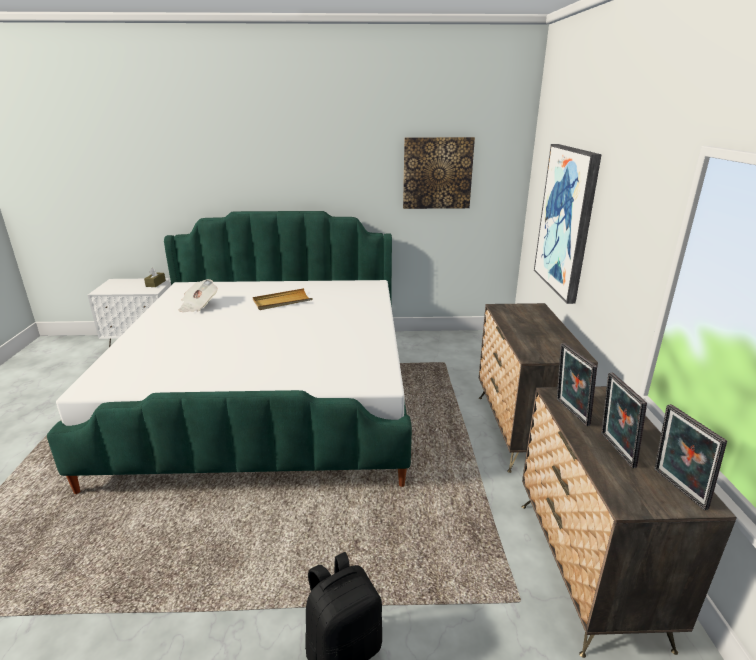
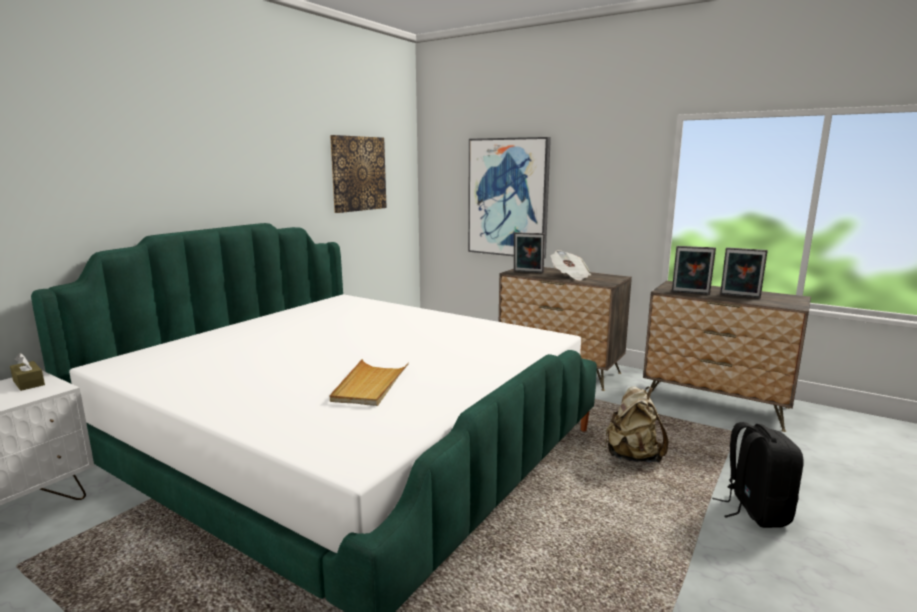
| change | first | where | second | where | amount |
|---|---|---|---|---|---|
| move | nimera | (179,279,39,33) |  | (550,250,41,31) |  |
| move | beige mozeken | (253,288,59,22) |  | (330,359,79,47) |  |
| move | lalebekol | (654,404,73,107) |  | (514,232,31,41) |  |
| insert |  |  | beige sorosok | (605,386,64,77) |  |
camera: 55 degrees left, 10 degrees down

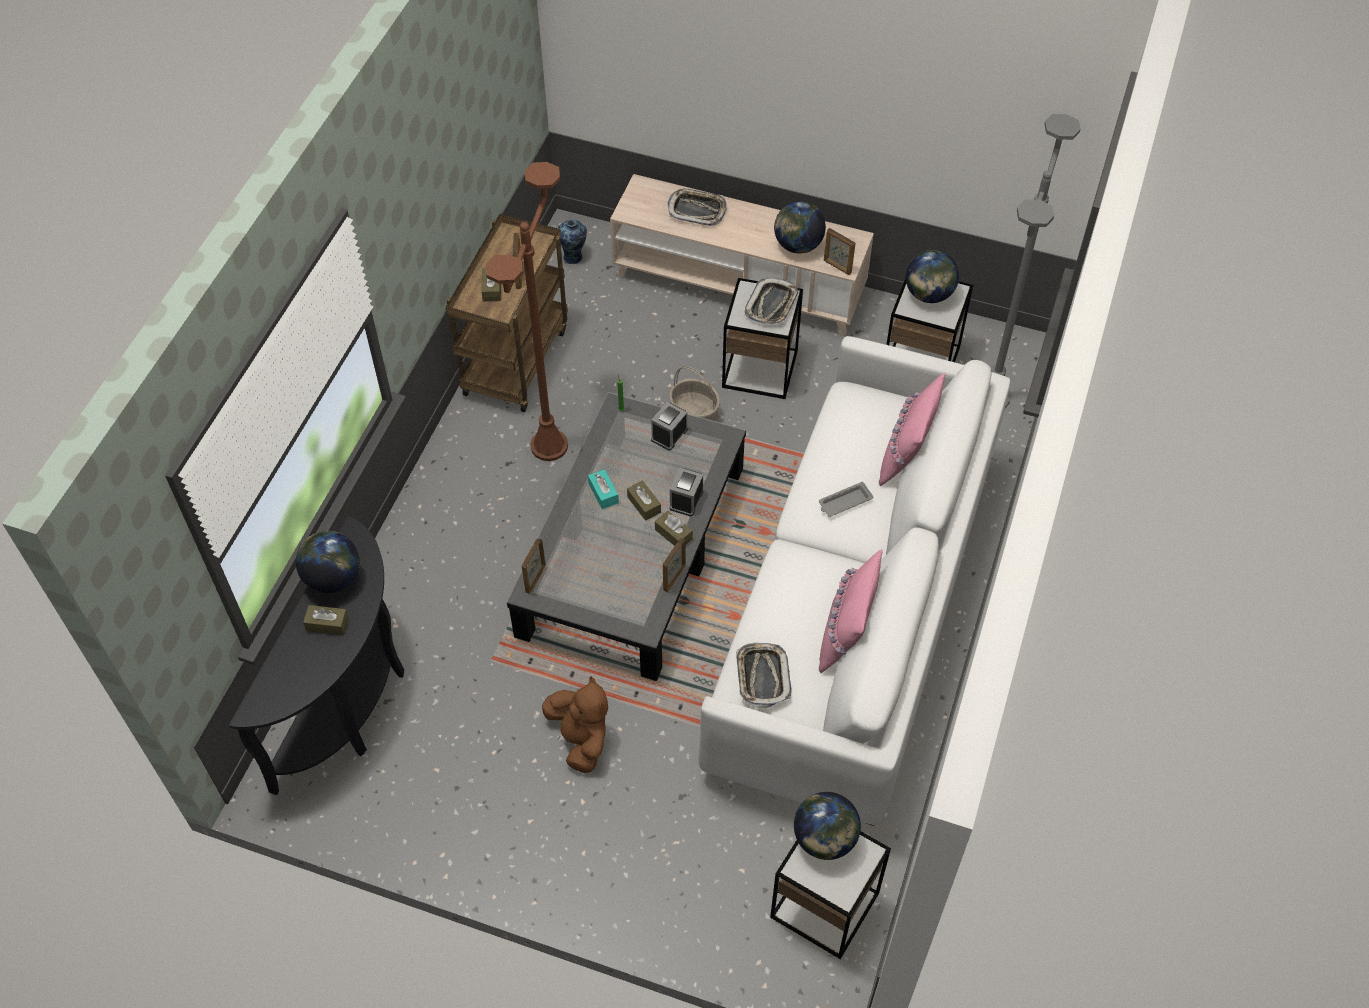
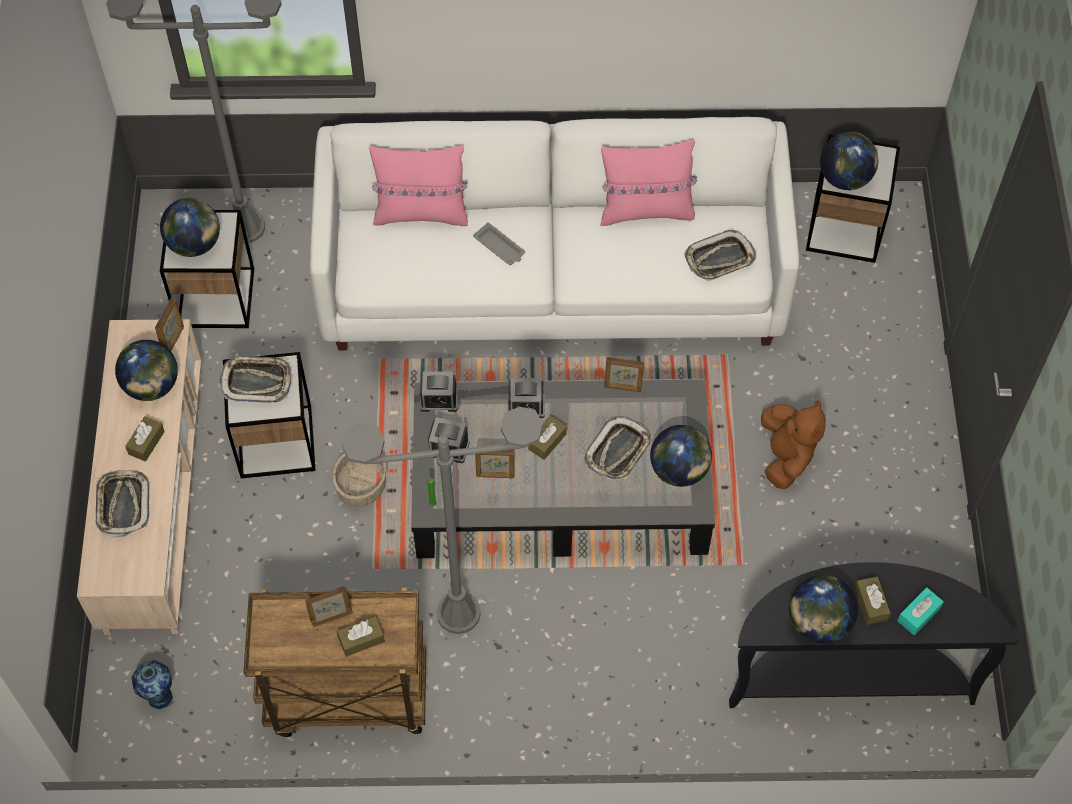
| change | first | where | second | where | amount |
|---|---|---|---|---|---|
| recolor | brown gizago | (486,162,82,299) | grey gizago | (342,407,201,227) |  |
| move | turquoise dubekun | (588,469,31,40) |  | (897,587,47,48) |  |
| move | brown dubekun | (655,511,38,35) |  | (125,416,40,46) |  |
| move | lalebekol | (522,538,24,56) |  | (475,450,40,28) |  |
| rotate | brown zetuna | (542,676,66,97) |  | (761,400,65,89) | 135 degrees clockwise |
| insert |  |  | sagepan | (420,372,38,40) |  |
| insert |  |  | mozeken | (585,417,66,63) |  |
| insert |  |  | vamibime | (650,425,62,62) |  |
camera: 110 degrees left, 5 degrees up

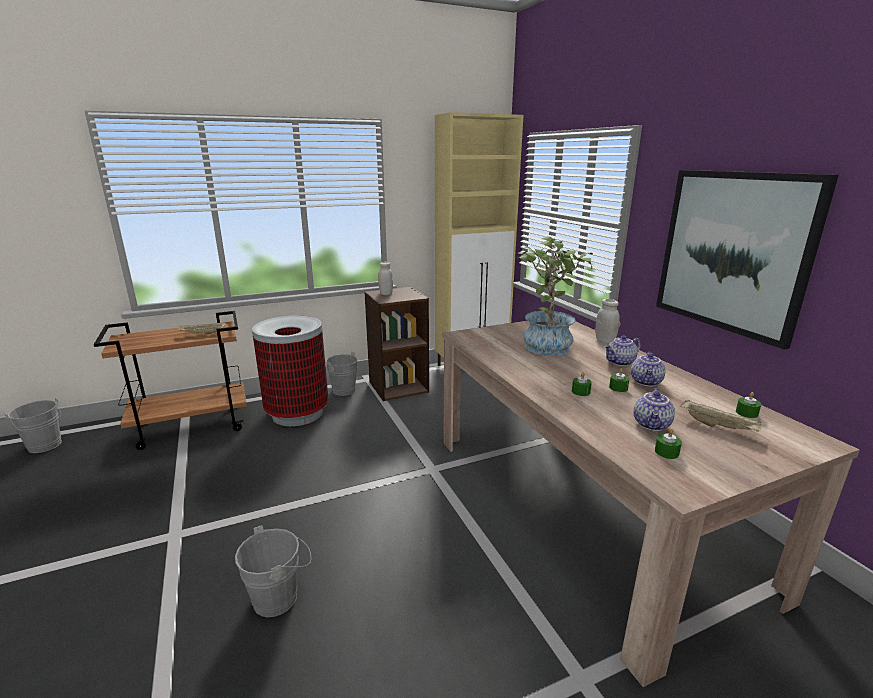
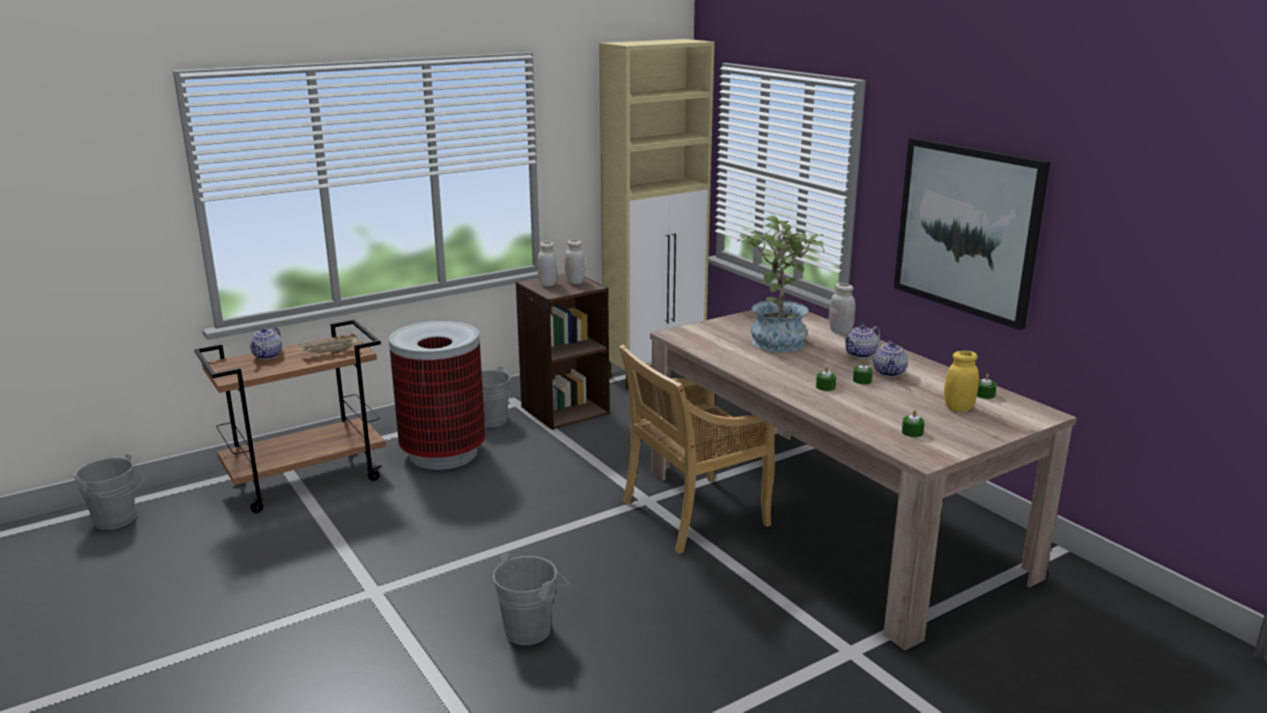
| change | first | where | second | where | amount |
|---|---|---|---|---|---|
| move | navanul | (634,388,41,43) |  | (249,327,33,33) |  |
| replace | beige mozeken | (680,400,81,32) | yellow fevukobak | (944,351,35,61) |  |
| insert |  |  | white fevukobak | (564,239,21,45) |  |
| insert |  |  | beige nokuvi | (619,345,156,209) |  |
camera: 10 degrees left, 0 degrees up

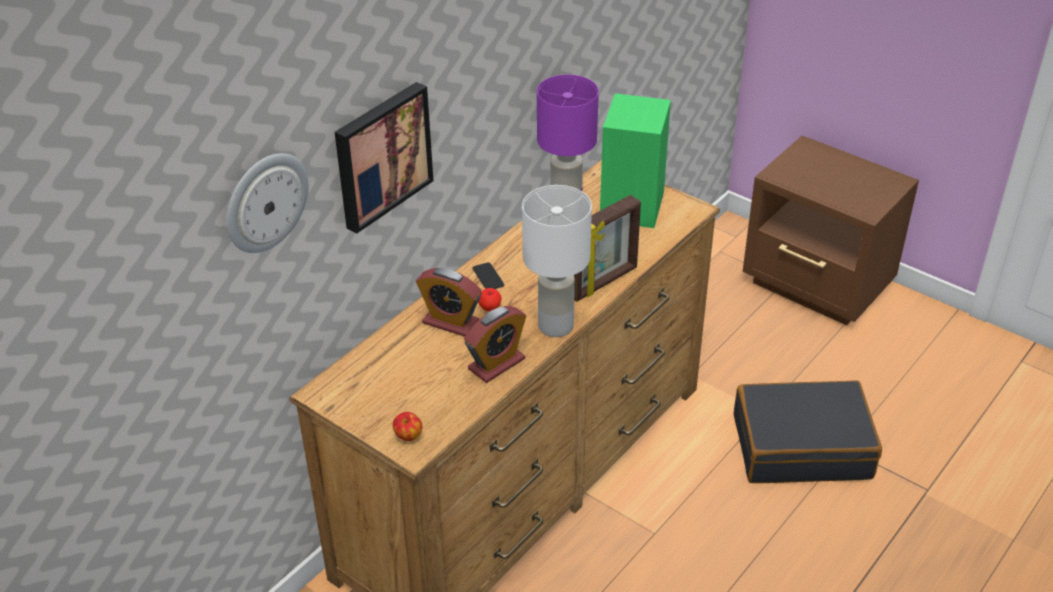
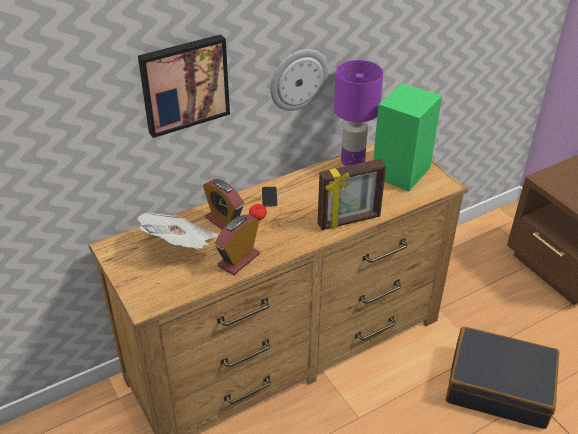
| change | first | where | second | where | amount |
|---|---|---|---|---|---|
| move | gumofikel | (227,153,81,100) |  | (270,49,58,62) |  |
| delete | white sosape | (522,185,70,152) |  |  |  |
| rotate | sagepan | (464,306,62,77) |  | (215,215,45,60) | 150 degrees clockwise |
| delete | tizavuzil | (393,412,29,29) |  |  |  |
| insert |  |  | nimera | (137,213,81,36) |  |
camera: 20 degrees right, 0 degrees up

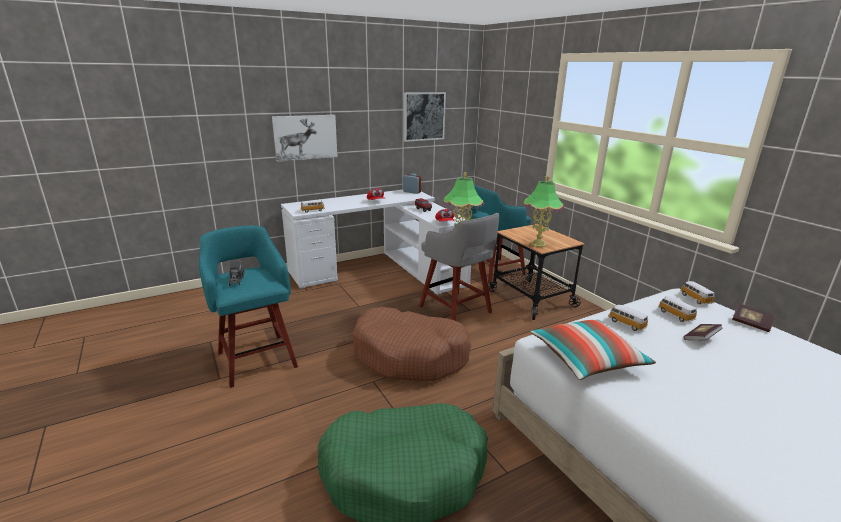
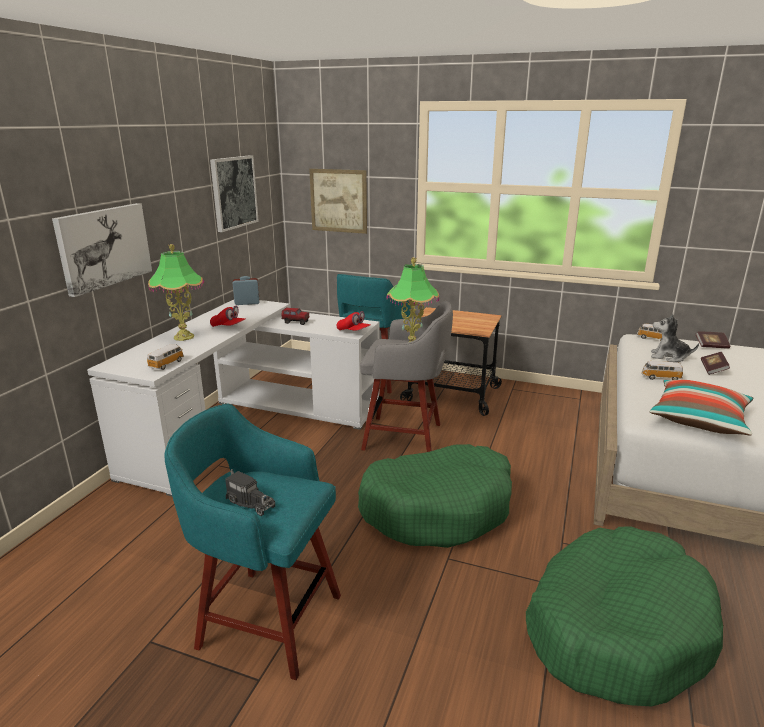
| change | first | where | second | where | amount |
|---|---|---|---|---|---|
| move | sosape | (523,176,41,71) |  | (148,244,56,97) |  |
| replace | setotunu | (658,296,39,26) | zetuna | (651,314,48,48) |  |
| recolor | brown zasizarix | (352,307,119,74) | green zasizarix | (358,444,154,104) |  |
| insert |  |  | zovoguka | (309,169,58,65) |  |
camera: 40 degrees left, 0 degrees up

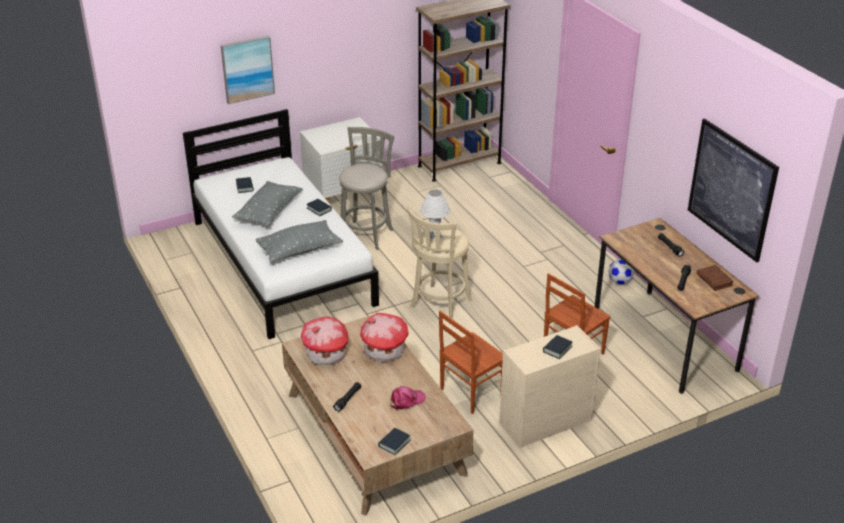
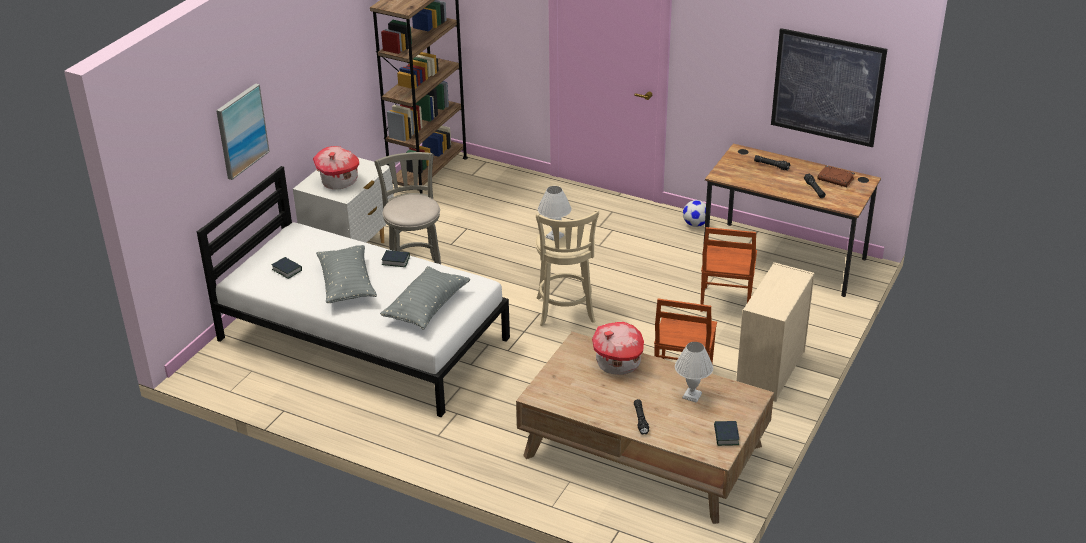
| change | first | where | second | where | amount |
|---|---|---|---|---|---|
| move | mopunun | (301,316,47,49) |  | (313,146,46,43) |  |
| delete | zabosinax | (543,335,30,24) |  |  |  |
| replace | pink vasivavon | (390,386,36,25) | white sosape | (675,342,38,61) |  |
camera: 35 degrees left, 0 degrees up

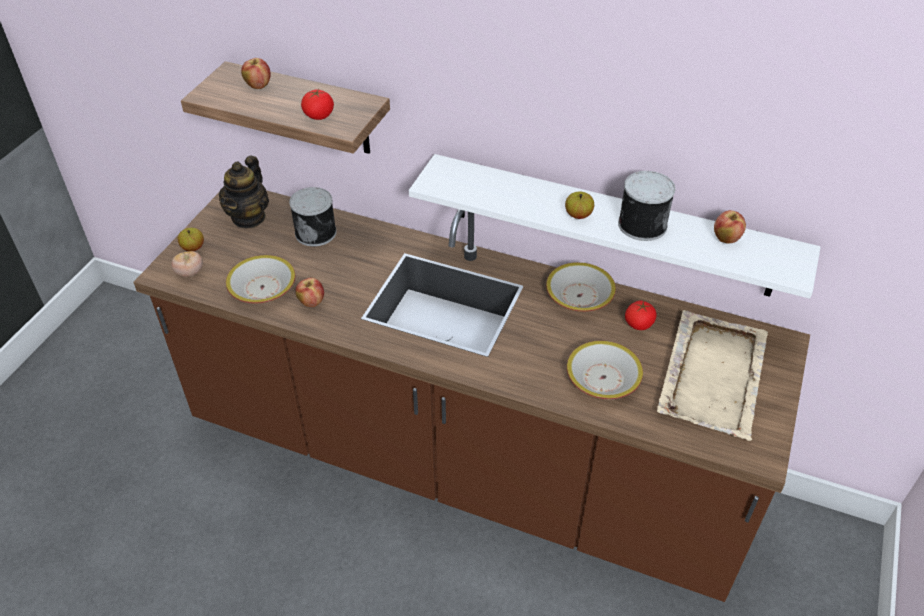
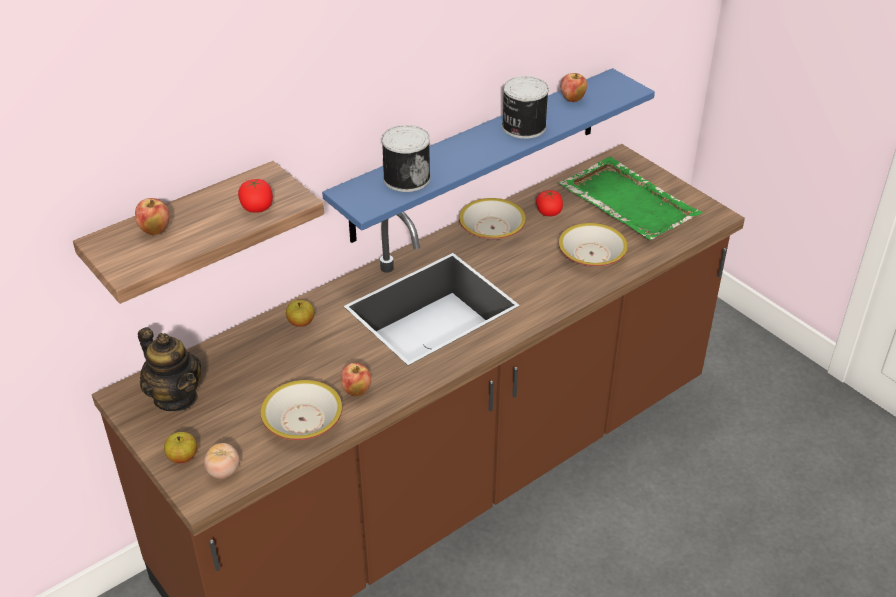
| change | first | where | second | where | amount |
|---|---|---|---|---|---|
| recolor | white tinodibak | (409,154,412,145) | blue tinodibak | (322,68,333,175) |  |
| move | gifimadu | (289,187,48,59) |  | (381,125,50,67) |  |
| move | tizavuzil | (565,192,29,27) |  | (286,300,28,27) |  |
| recolor | beige mozeken | (657,310,111,131) | green mozeken | (558,157,145,83) |  |
camera: 60 degrees left, 5 degrees down

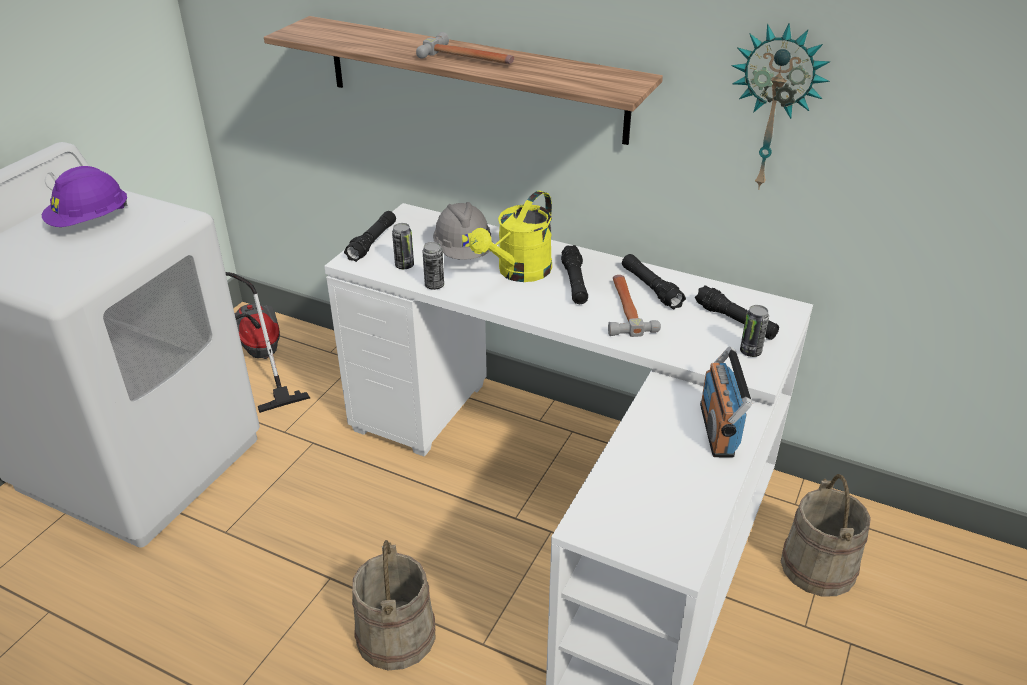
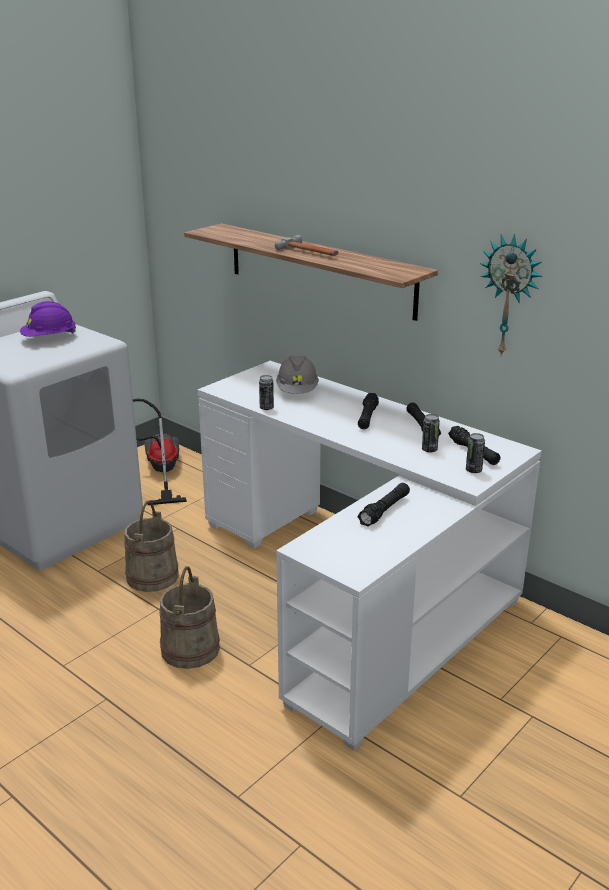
| change | first | where | second | where | amount |
|---|---|---|---|---|---|
| delete | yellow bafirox | (469,191,83,91) |  |  |  |
| move | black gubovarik | (344,211,52,51) |  | (358,483,52,44) |  |
| move | gifimadu | (392,223,22,46) |  | (422,414,18,39) |  |
| delete | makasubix | (608,275,53,62) |  |  |  |
| delete | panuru | (700,346,52,111) |  |  |  |
| move | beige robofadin | (781,474,90,123) |  | (124,501,55,91) |  |
camera: 15 degrees right, 10 degrees down

